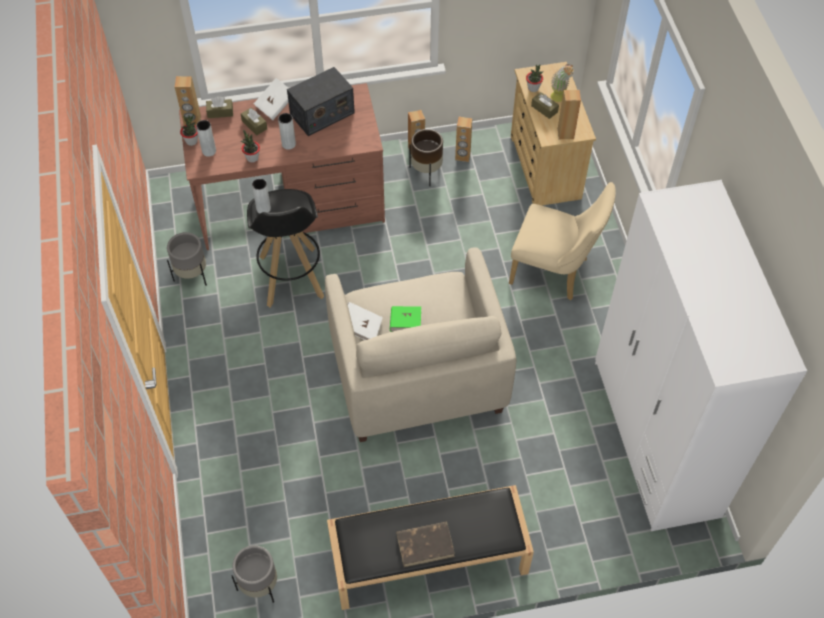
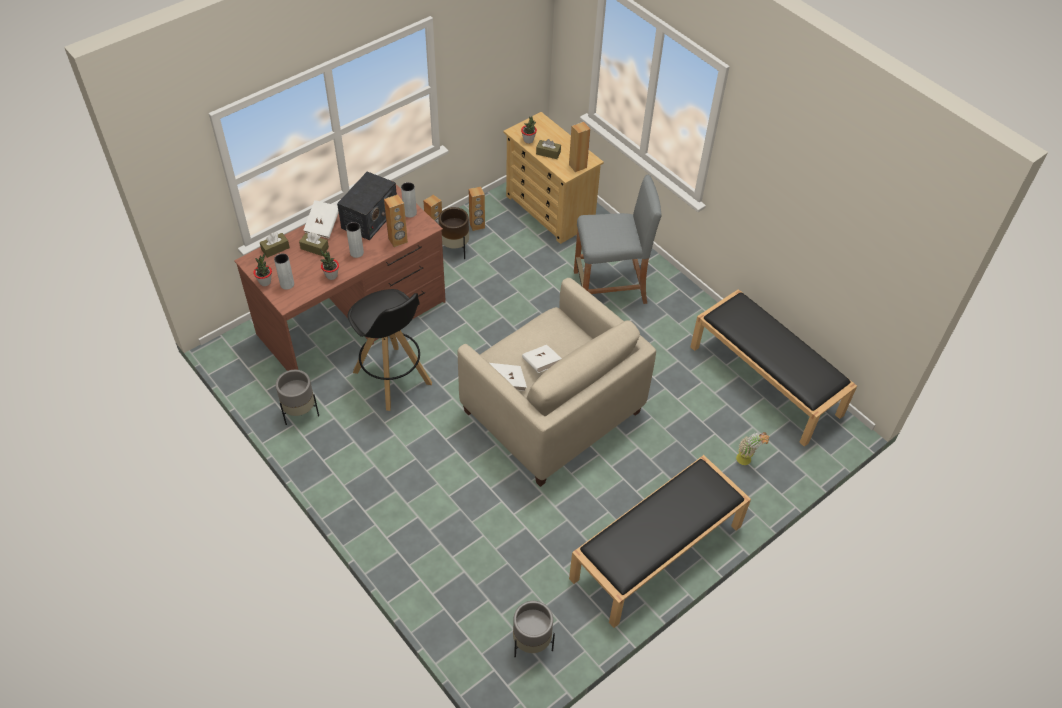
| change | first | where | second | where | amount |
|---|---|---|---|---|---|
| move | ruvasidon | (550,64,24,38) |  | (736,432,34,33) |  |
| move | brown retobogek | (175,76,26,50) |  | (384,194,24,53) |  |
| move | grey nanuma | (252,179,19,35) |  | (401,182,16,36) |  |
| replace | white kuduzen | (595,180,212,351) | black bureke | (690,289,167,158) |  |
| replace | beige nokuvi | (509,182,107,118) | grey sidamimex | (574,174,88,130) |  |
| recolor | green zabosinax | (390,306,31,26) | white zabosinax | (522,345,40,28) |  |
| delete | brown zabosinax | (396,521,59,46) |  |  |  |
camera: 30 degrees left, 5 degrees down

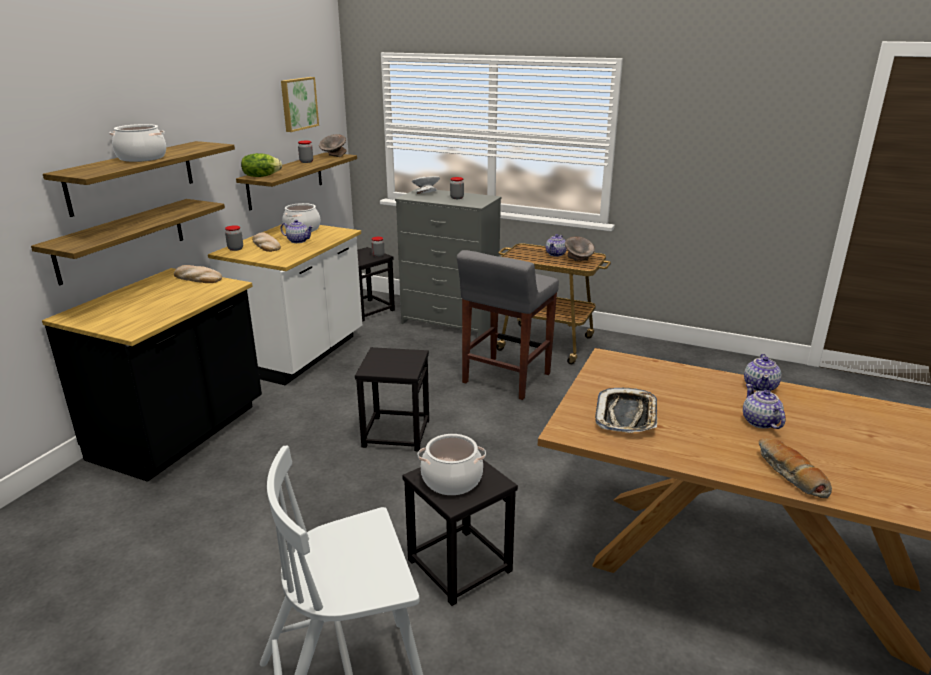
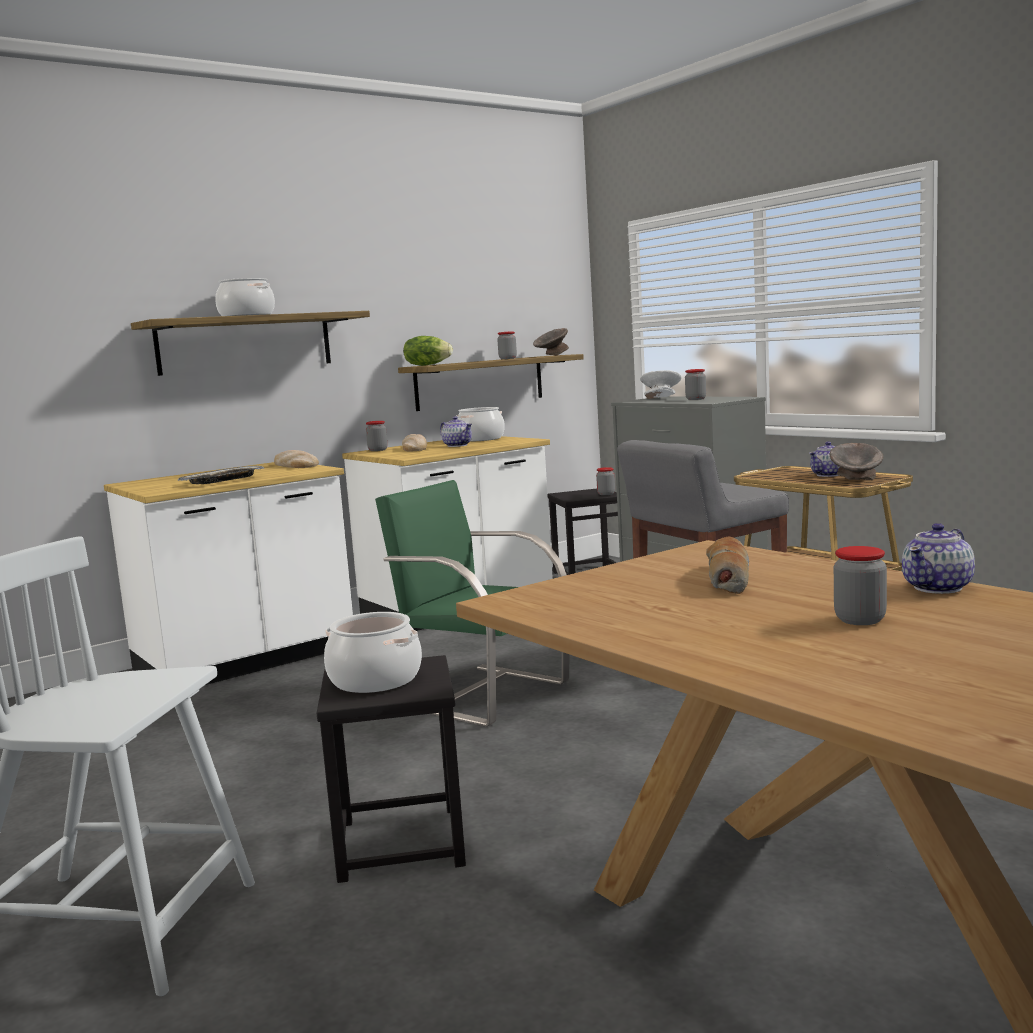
| change | first | where | second | where | amount |
|---|---|---|---|---|---|
| delete | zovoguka | (281,77,38,55) |  |  |  |
| delete | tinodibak | (31,199,194,86) |  |  |  |
| recolor | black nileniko | (42,268,220,214) | white nileniko | (104,462,249,223) |  |
| replace | black sidamimex | (355,347,74,104) | green nokuvi | (375,480,194,247) |  |
| replace | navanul | (743,384,43,45) | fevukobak | (834,546,53,79) |  |
| move | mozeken | (595,388,62,45) |  | (178,466,87,18) |  |
| move | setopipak | (759,438,73,60) |  | (706,537,43,57) |  |
camera: 30 degrees right, 15 degrees down

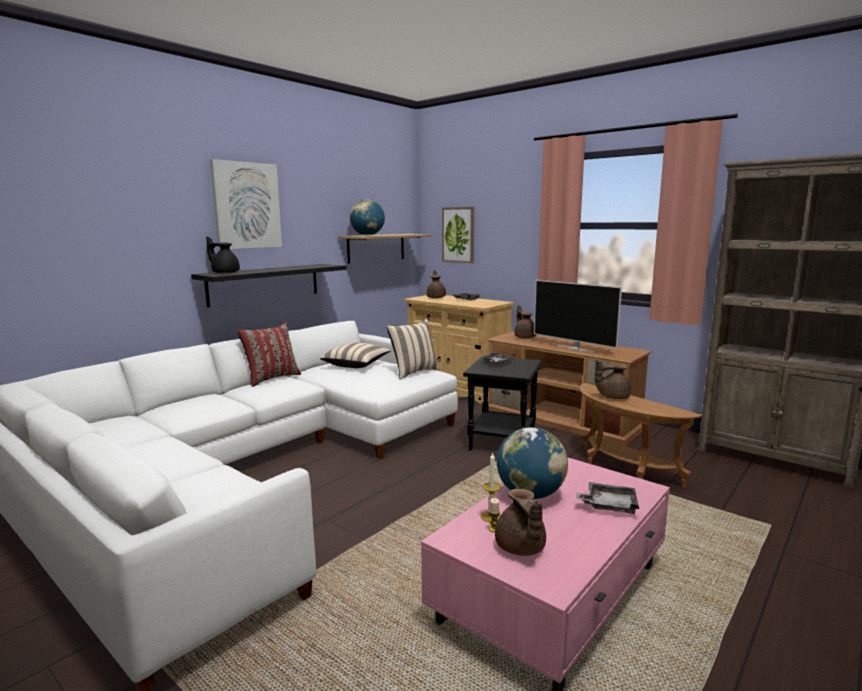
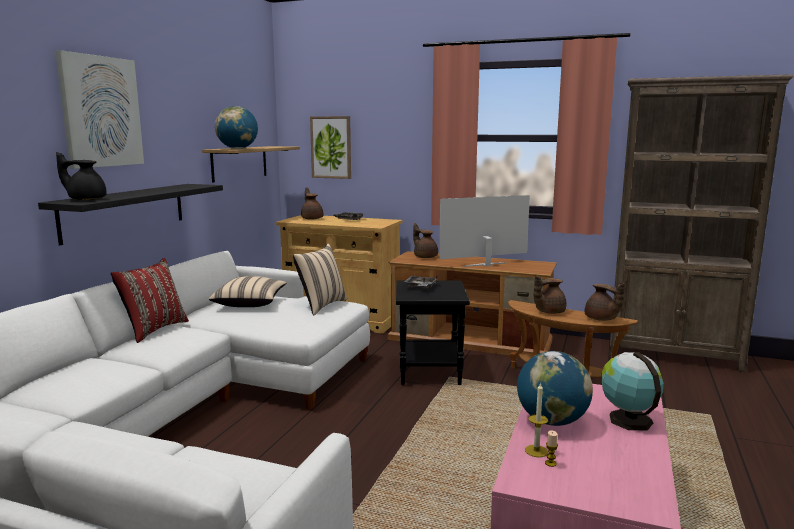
| change | first | where | second | where | amount |
|---|---|---|---|---|---|
| rotate | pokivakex | (534,280,88,72) |  | (439,195,91,72) | 135 degrees clockwise |
| replace | grey mozeken | (576,482,63,32) | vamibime | (602,352,62,78) |  |
| move | brown navanul | (495,489,51,67) |  | (585,283,40,38) |  |
camera: 20 degrees left, 0 degrees up

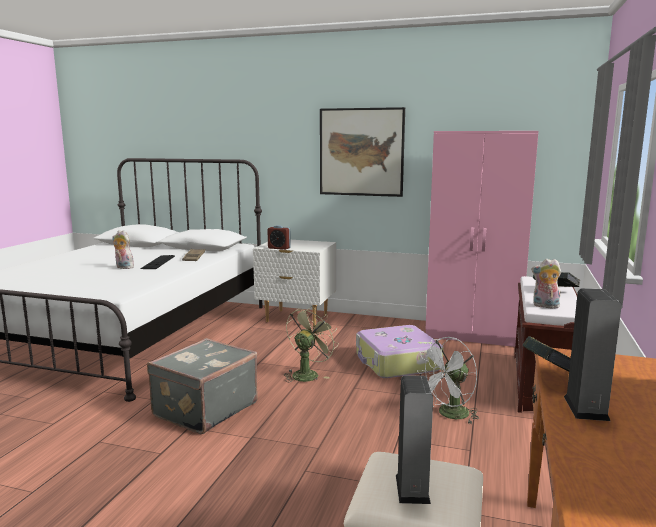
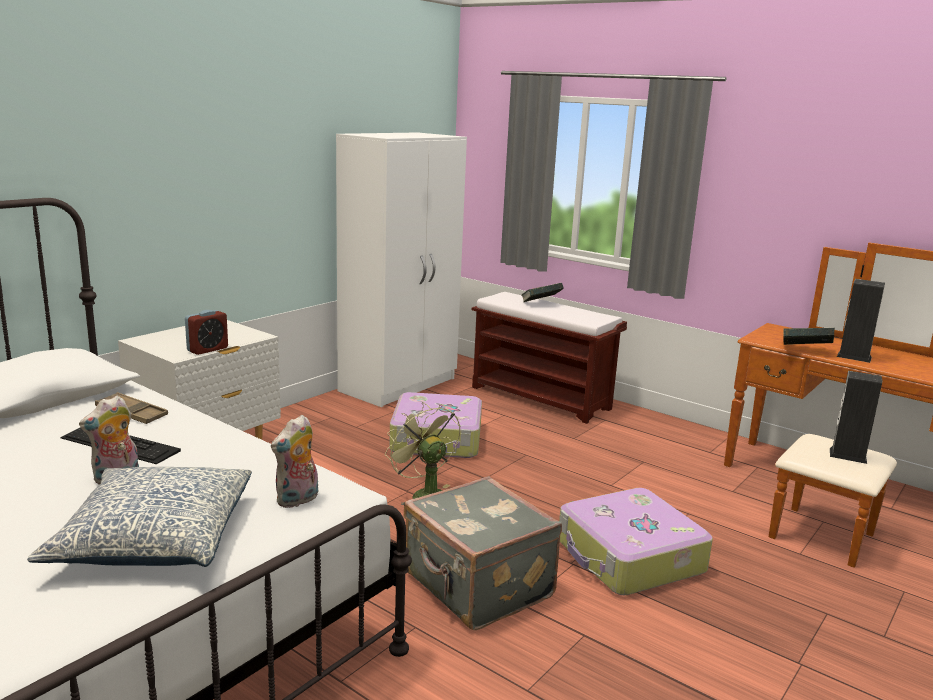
| change | first | where | second | where | amount |
|---|---|---|---|---|---|
| delete | zovoguka | (320,107,85,90) |  |  |  |
| recolor | pink kuduzen | (426,131,113,216) | white kuduzen | (336,132,131,275) |  |
| move | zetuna | (531,259,30,49) |  | (271,415,47,93) |  |
| delete | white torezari | (417,337,62,88) |  |  |  |
| insert |  |  | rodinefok | (27,467,225,100) |  |
| insert |  |  | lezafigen | (559,488,154,108) |  |
camera: 70 degrees left, 5 degrees up

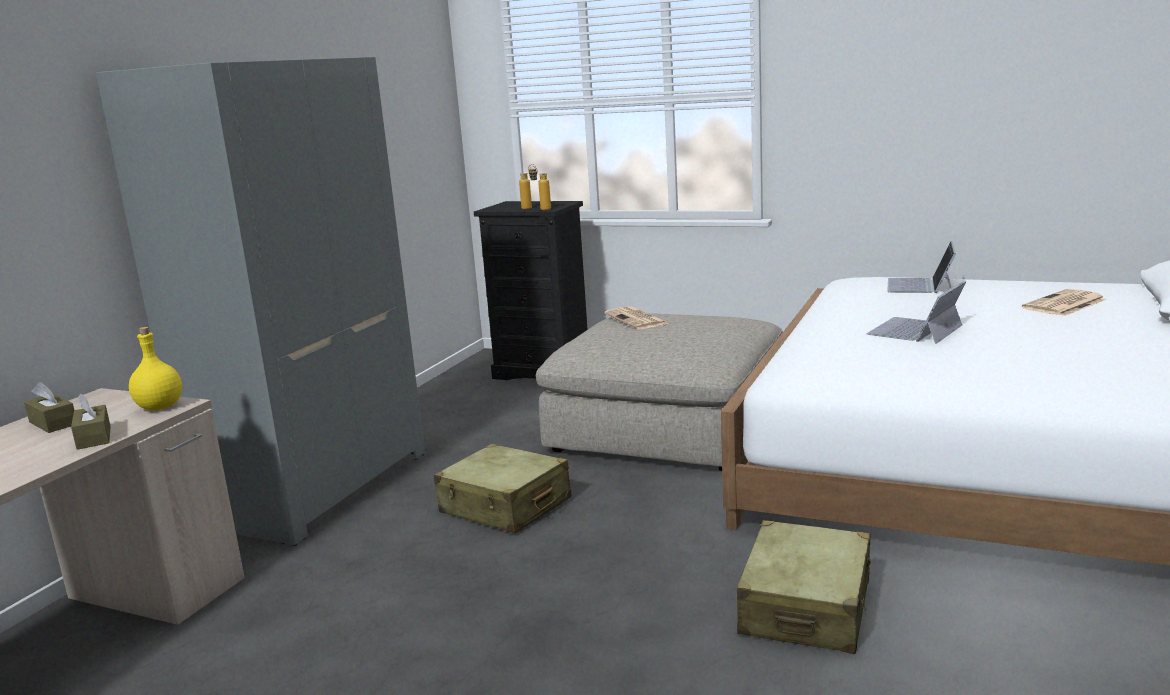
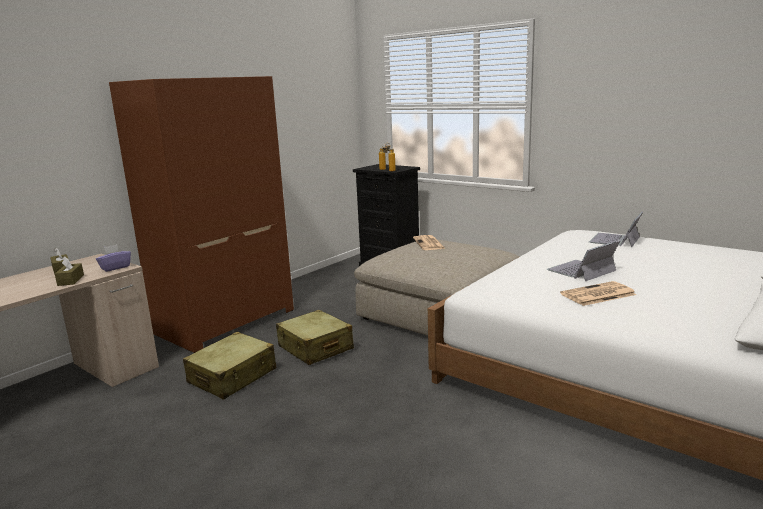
| change | first | where | second | where | amount |
|---|---|---|---|---|---|
| recolor | grey kuduzen | (96,57,329,489) | brown kuduzen | (109,76,185,277) |  |
| move | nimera | (1022,289,84,27) |  | (560,281,77,25) |  |
| replace | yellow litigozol | (129,327,53,83) | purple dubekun | (96,244,35,28) |  |
| move | beige lezafigen | (737,520,134,134) |  | (183,332,93,67) |  |
camera: 15 degrees right, 0 degrees up

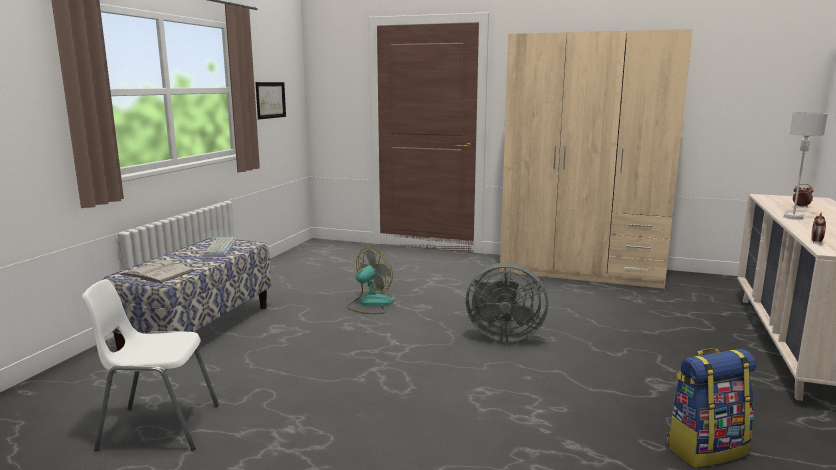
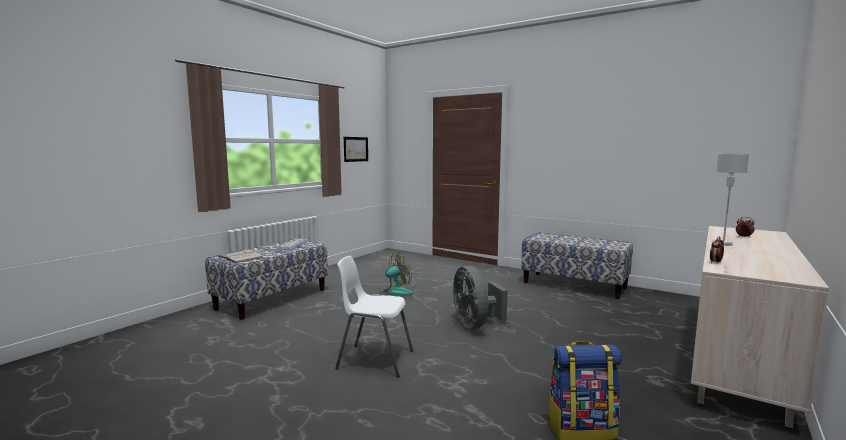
| change | first | where | second | where | amount |
|---|---|---|---|---|---|
| replace | beige kuduzen | (500,29,193,260) | bureke | (521,232,112,67) |  |
| rotate | grey torezari | (466,263,82,79) |  | (453,266,55,63) | 45 degrees clockwise |
| move | white nokuvi | (82,279,137,172) |  | (335,256,78,122) |  |
camera: 15 degrees right, 5 degrees down

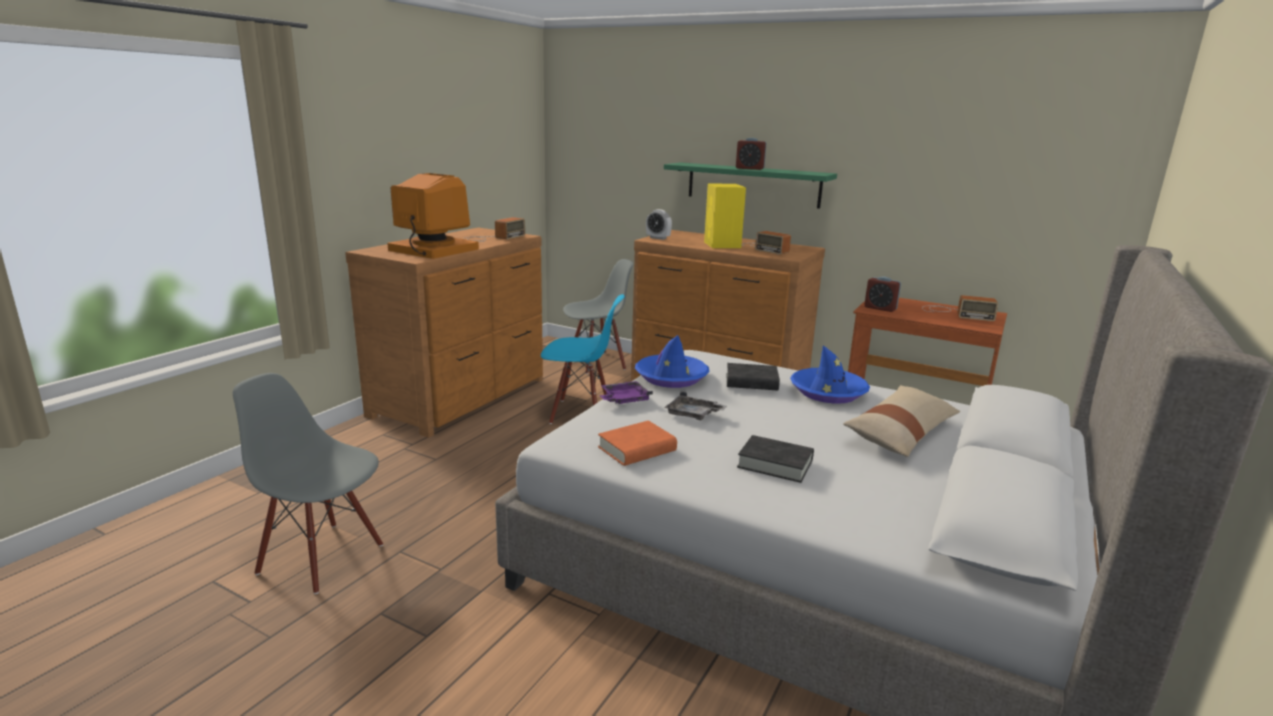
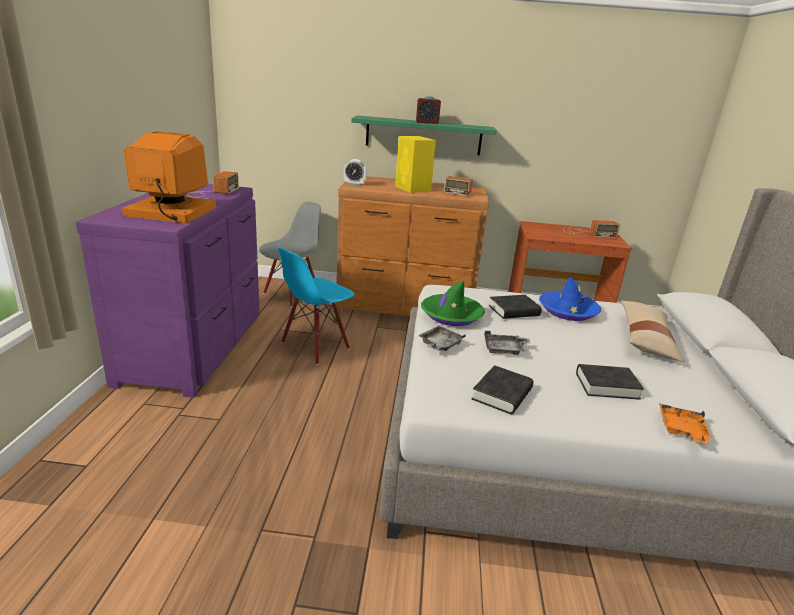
| change | first | where | second | where | amount |
|---|---|---|---|---|---|
| recolor | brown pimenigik | (345,228,198,210) | purple pimenigik | (76,184,184,214) |  |
| delete | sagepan | (864,277,37,35) |  |  |  |
| rotate | blue nokuvi | (541,294,84,130) |  | (278,248,76,117) | 150 degrees clockwise |
| recolor | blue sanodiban | (635,335,74,53) | green sanodiban | (421,281,64,45) |  |
| delete | grey nokuvi | (233,373,150,221) |  |  |  |
| recolor | purple mozeken | (599,381,54,23) | grey mozeken | (418,326,48,25) |  |
| recolor | orange zabosinax | (598,420,79,46) | black zabosinax | (472,365,61,49) |  |
| insert |  |  | orange mozeken | (659,403,52,41) |  |
camera: 25 degrees left, 5 degrees up

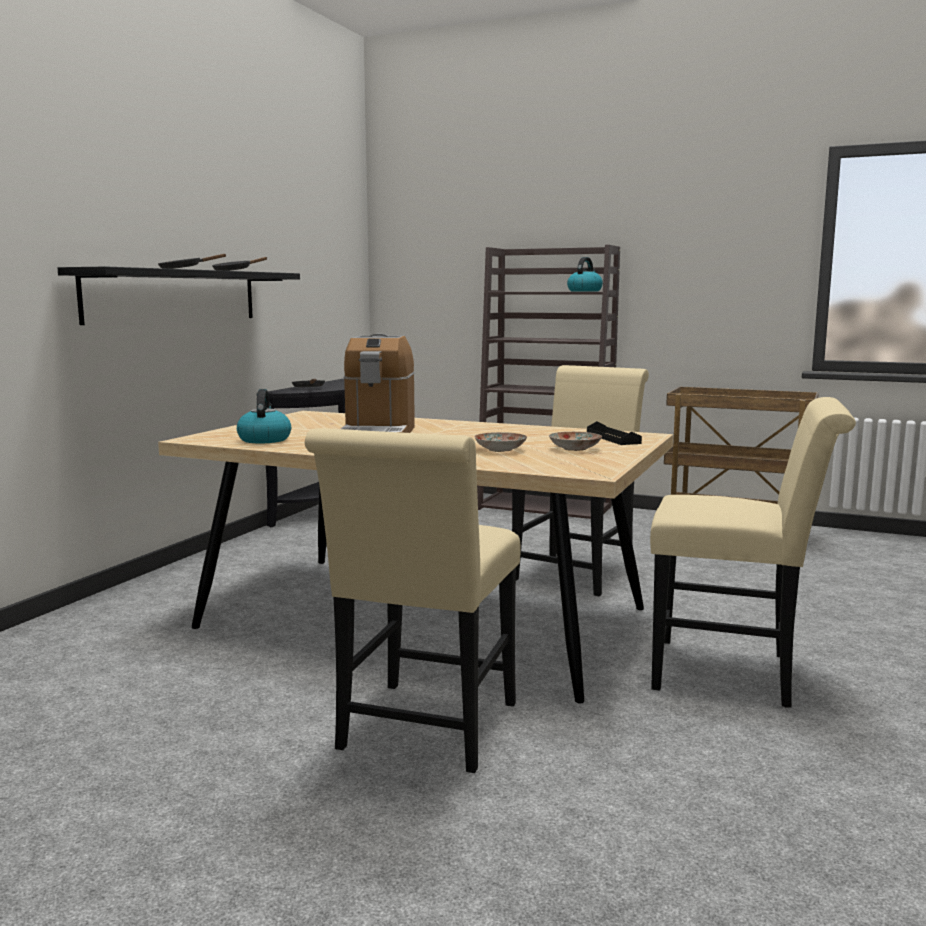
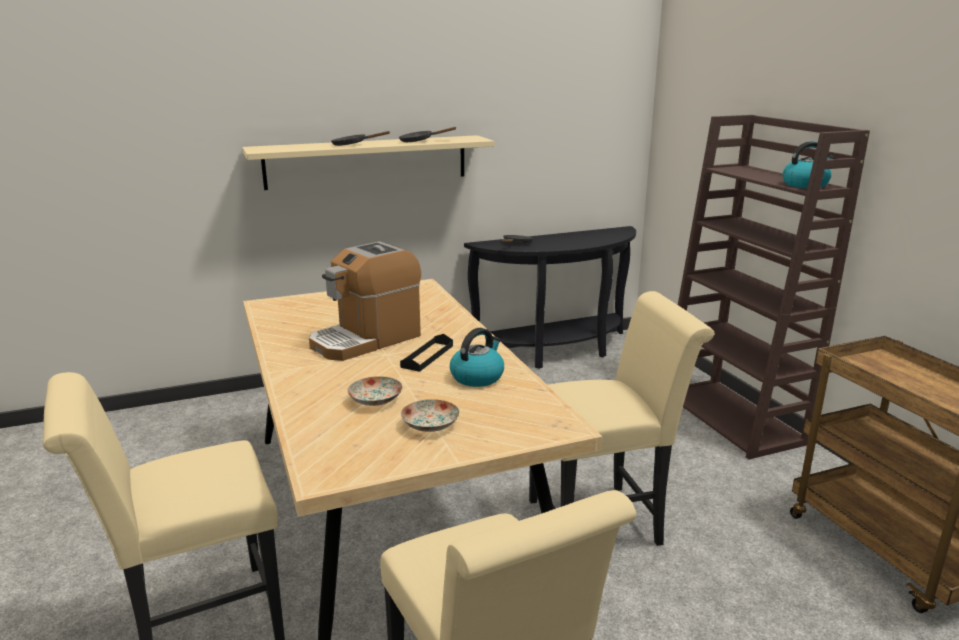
| change | first | where | second | where | amount |
|---|---|---|---|---|---|
| recolor | black tinodibak | (58,266,242,59) | beige tinodibak | (242,135,252,55) |  |
| move | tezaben | (237,389,54,54) |  | (450,328,54,59) |  |
| move | black mozeken | (587,421,55,24) |  | (400,334,53,38) |  |
camera: 45 degrees right, 10 degrees up

